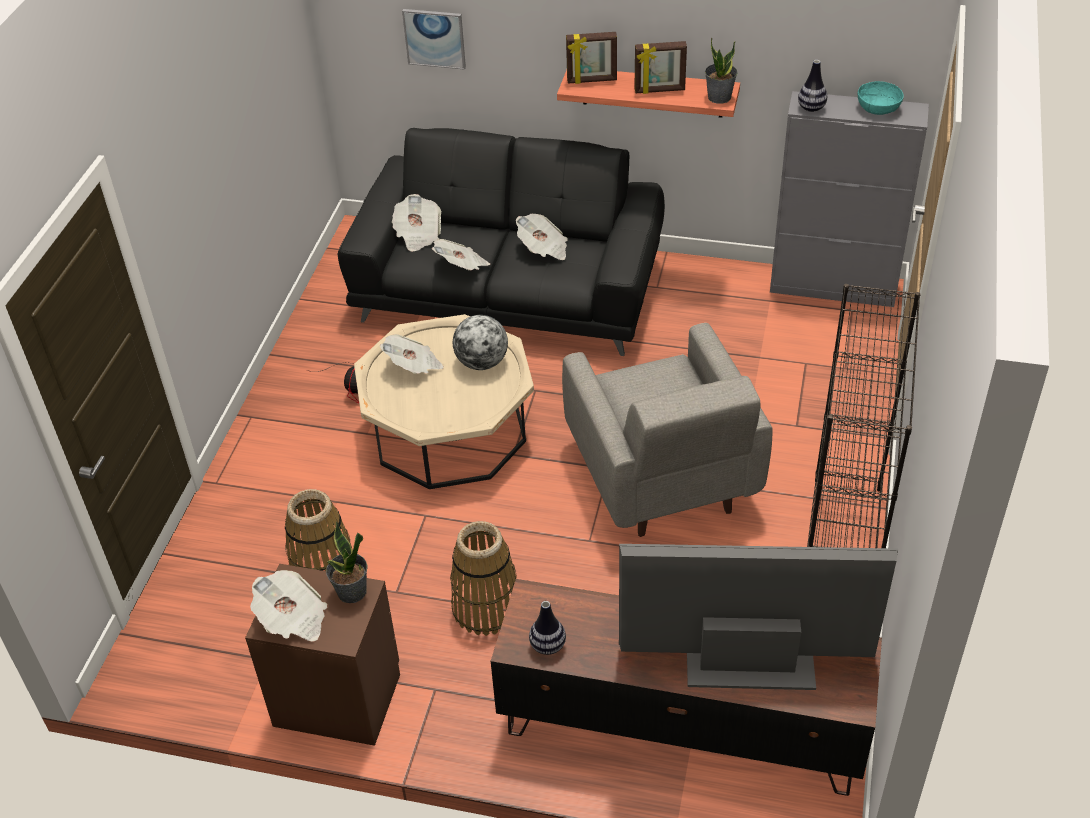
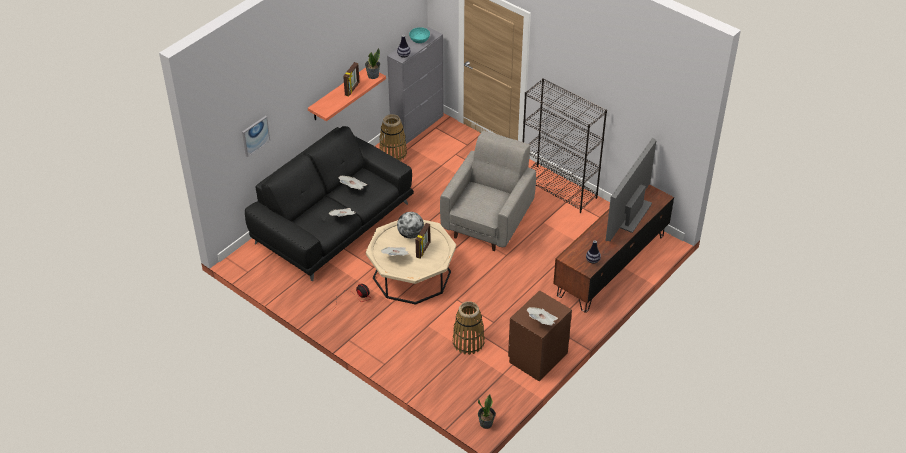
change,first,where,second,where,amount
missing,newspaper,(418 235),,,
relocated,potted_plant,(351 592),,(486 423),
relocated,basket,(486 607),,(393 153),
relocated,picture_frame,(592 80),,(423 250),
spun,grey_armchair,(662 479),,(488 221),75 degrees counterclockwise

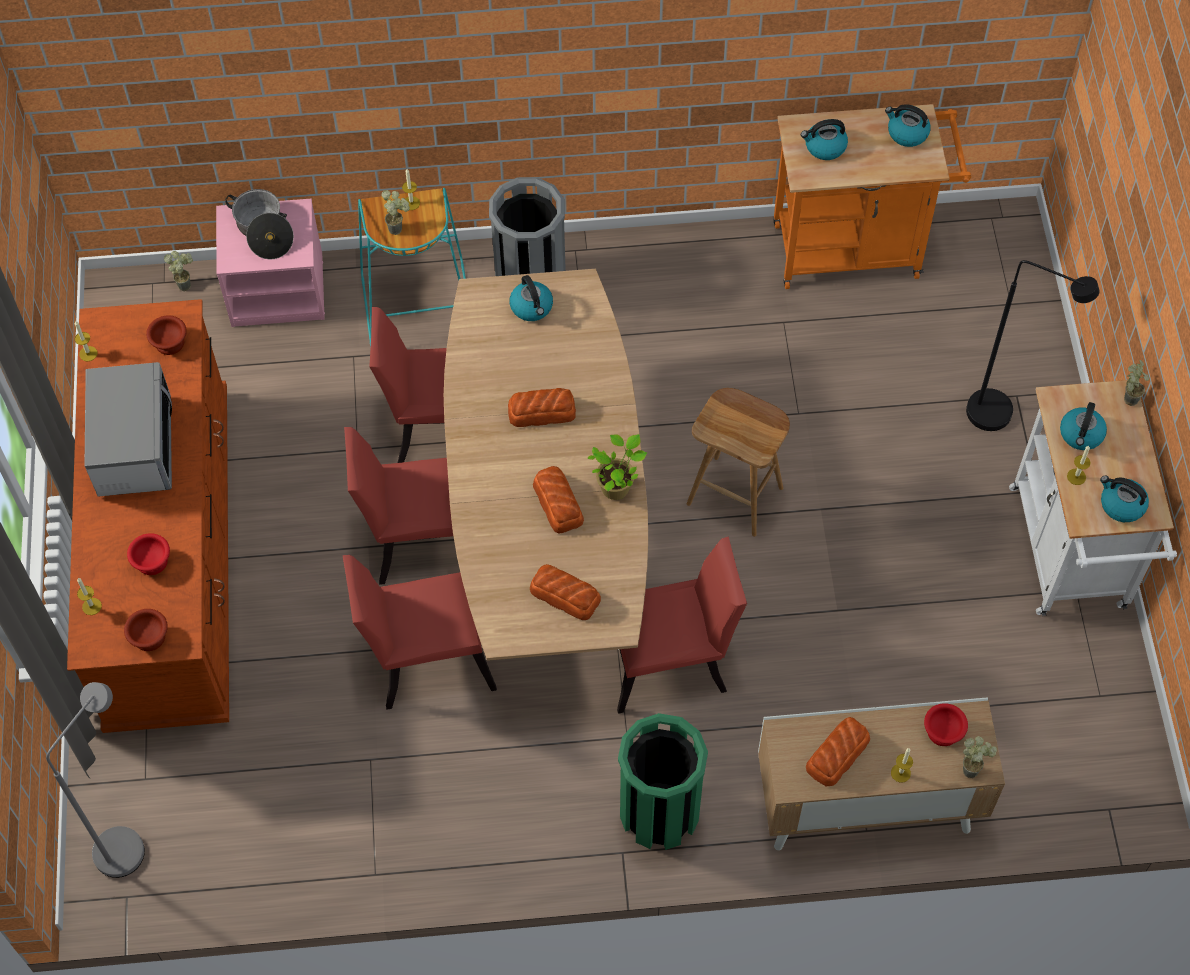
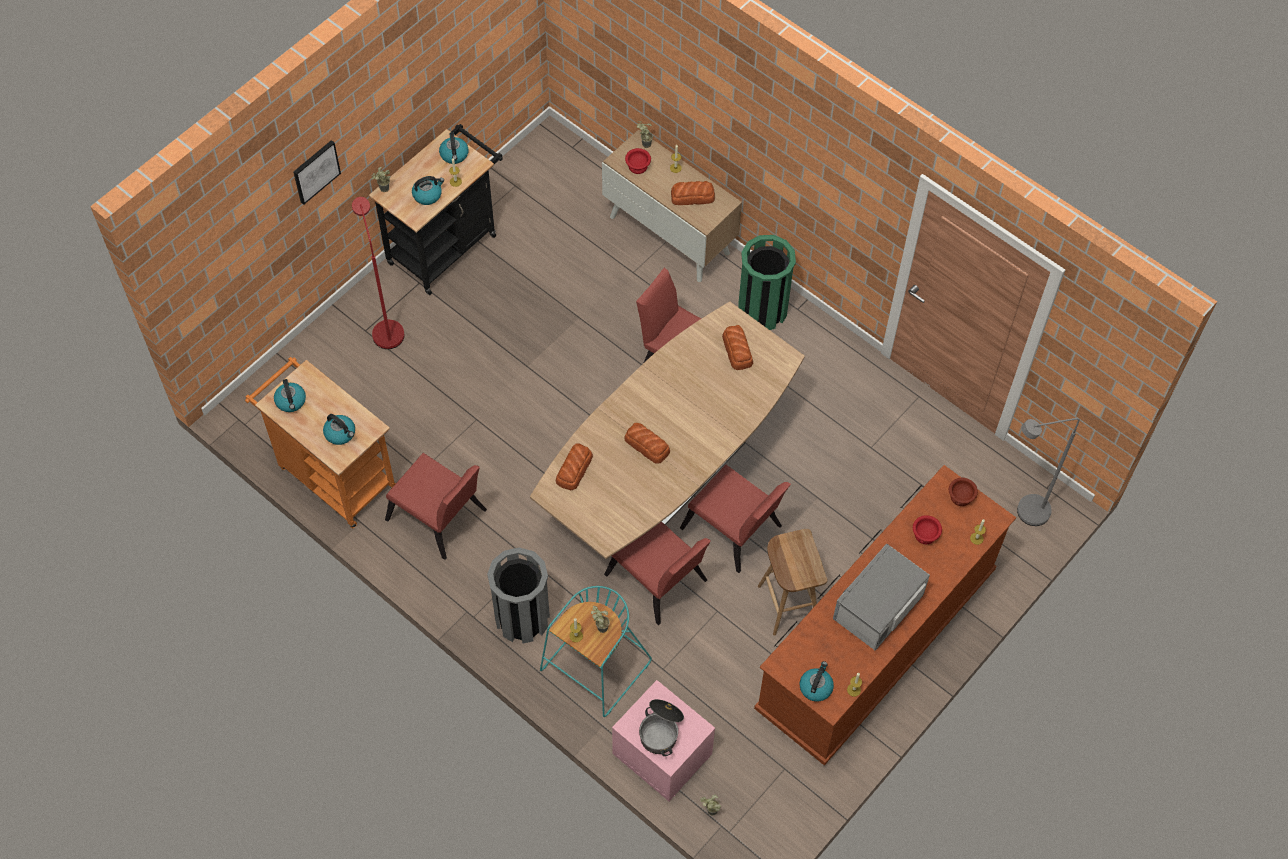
change,first,where,second,where,amount
missing,brown_bowl,(169 344),,,
missing,potted_plant,(616 486),,,
appeared,,,picture,(315 171),
relocated,red_chair,(424 655),,(440 519),
relocated,kettle,(532 307),,(815 687),
relocated,bread,(558 502),,(573 469),
relocated,brown_stool,(736 495),,(787 604),
colour,black_floor_lamp,(1001 417),red_floor_lamp,(386 328),
colour,white_cart,(1070 557),black_cart,(446 244),

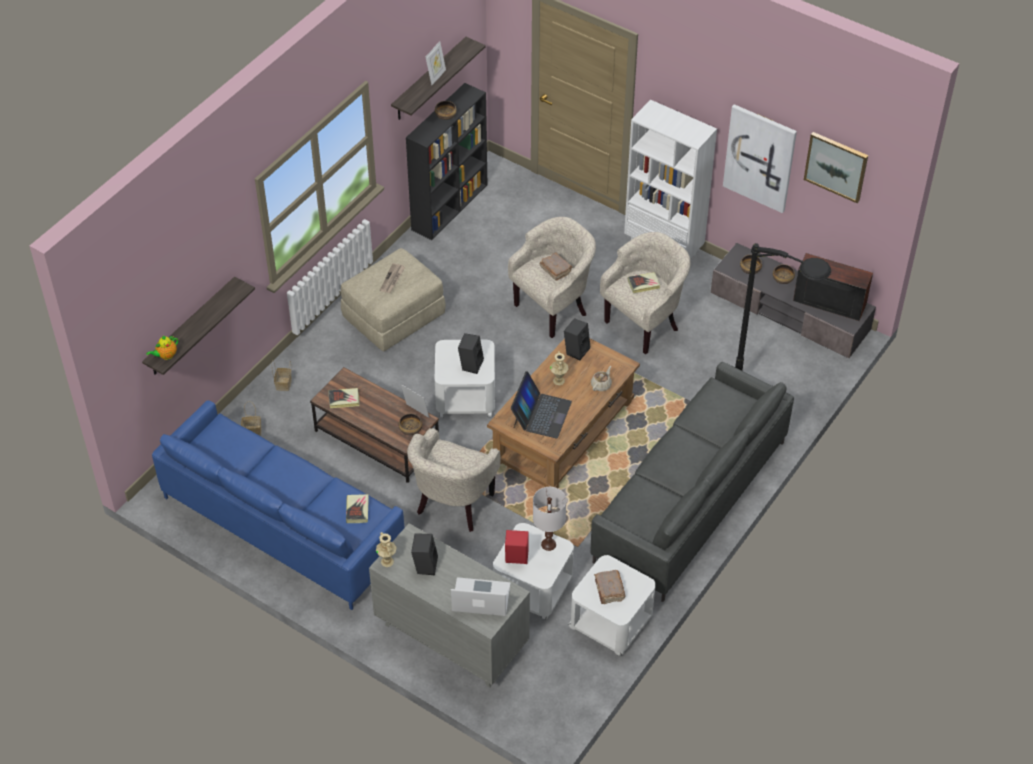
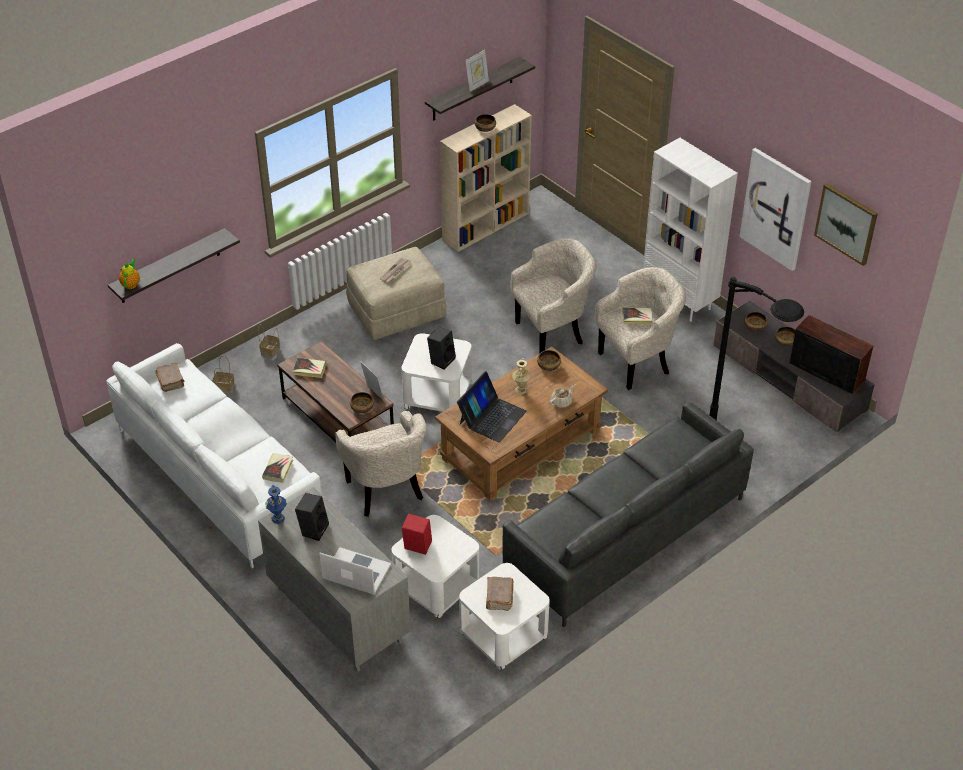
change,first,where,second,where,amount
missing,white_table_lamp,(548 544),,,
relocated,brown_book,(555 270),,(171 381),
exchanged,black_speaker,(576 350),bowl,(548 365),
colour,blue_sofa,(283 523),white_sofa,(219 475),
colour,beige_vase,(387 561),blue_vase,(278 518),
colour,black_bookcase,(450 206),beige_bookcase,(486 226),
spun,teapot,(166 355),,(131 284),120 degrees clockwise
spun,beige_armchair,(453 506),,(386 492),60 degrees counterclockwise

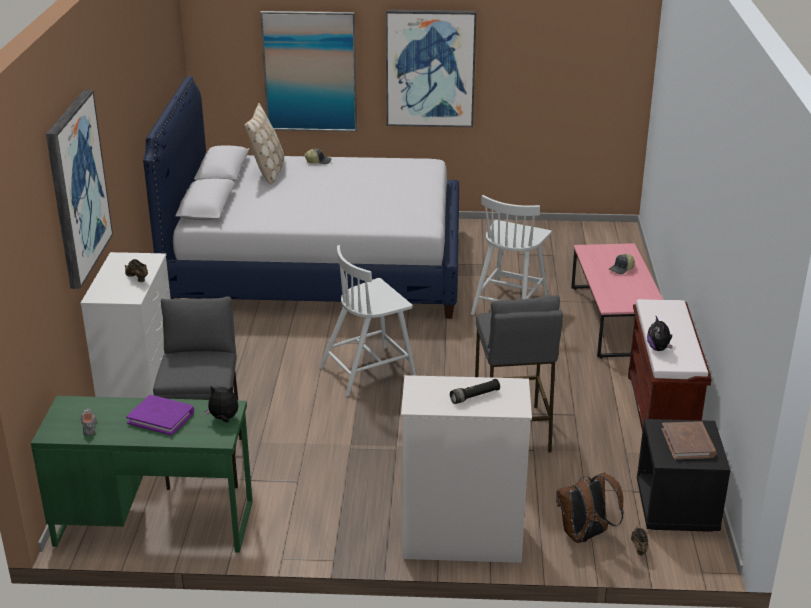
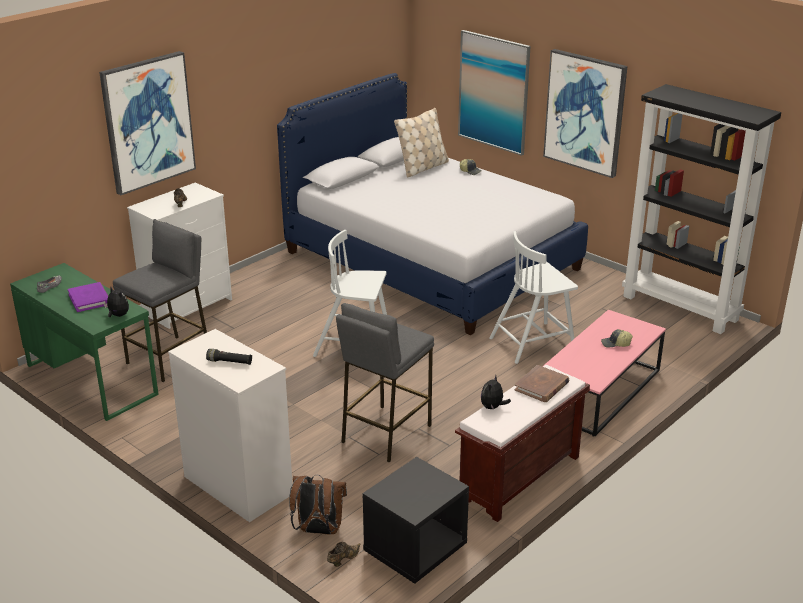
change,first,where,second,where,amount
appeared,,,black_bookcase,(681 308),
relocated,brown_book,(688 443),,(542 386),

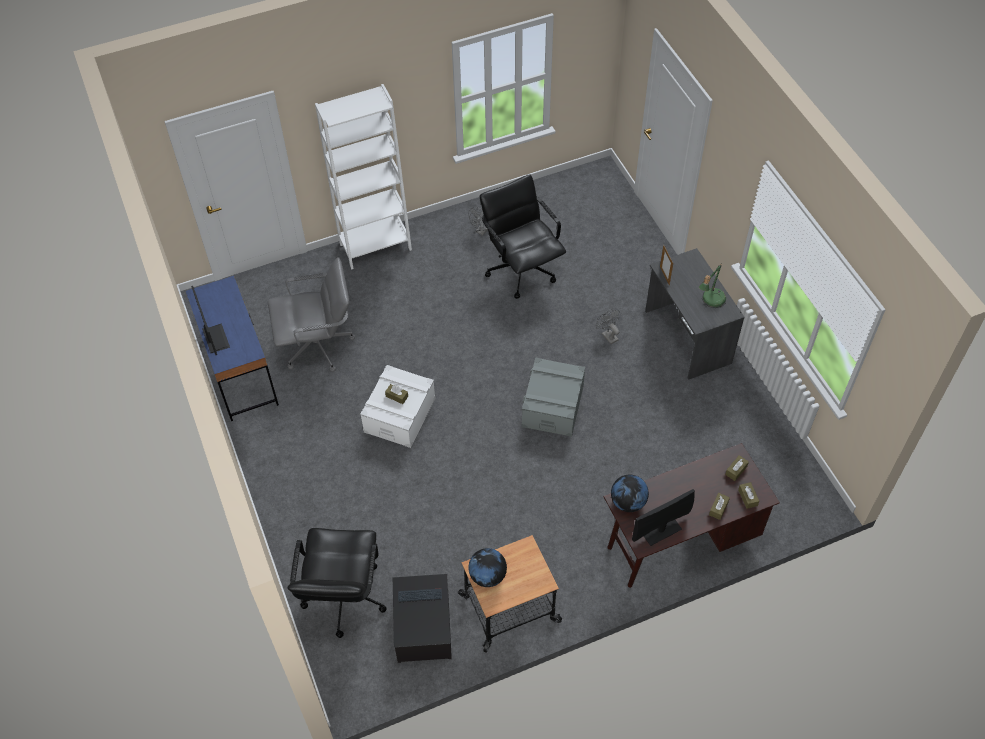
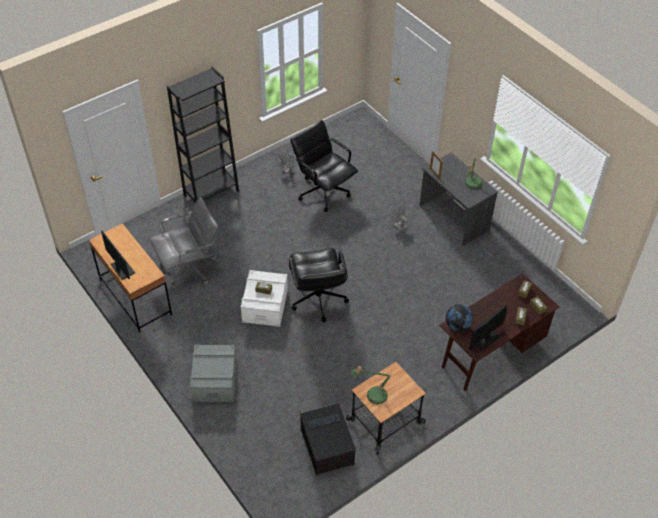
change,first,where,second,where,amount
relocated,black_office_chair,(344 598),,(318 300),
relocated,grey_storage_box,(553 406),,(215 380),
exchanged,globe,(487 576),table_lamp,(373 395),
colour,blue_desk,(240 372),brown_desk,(135 297),
colour,white_bookcase,(375 246),black_bookcase,(211 193),

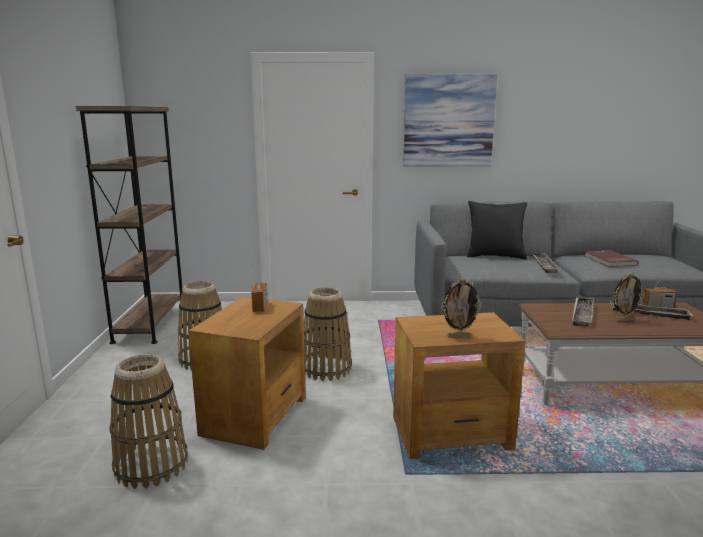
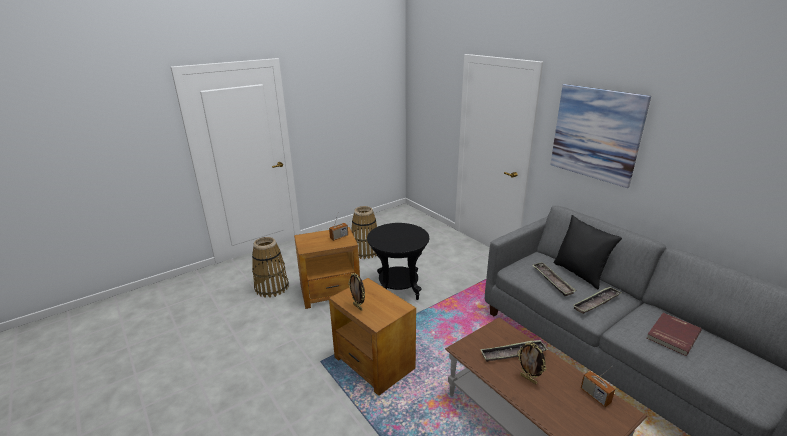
change,first,where,second,where,amount
missing,brown_bookcase,(150 324),,,
relocated,tray,(649 314),,(552 281),
exchanged,basket,(326 369),black_side_table,(398 289),

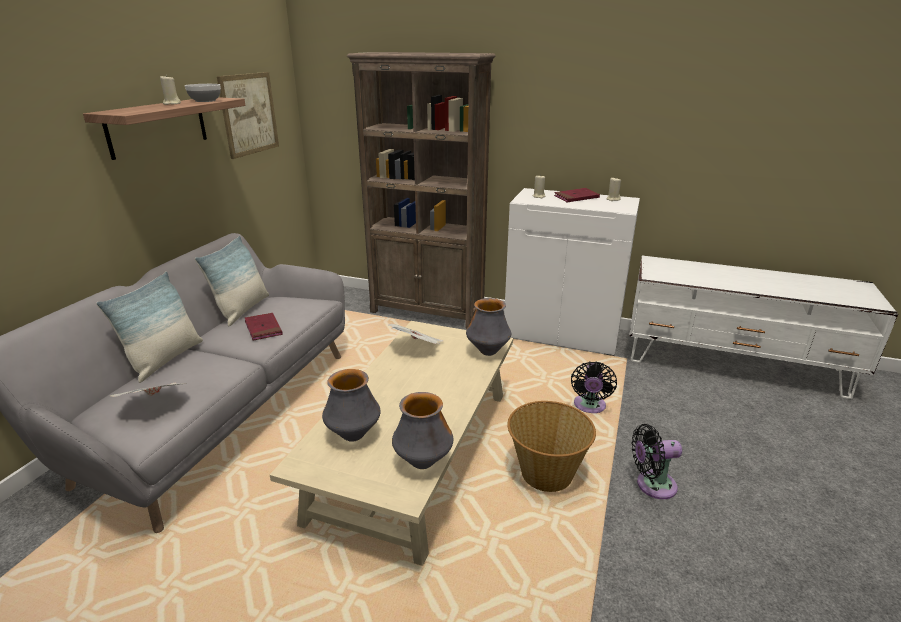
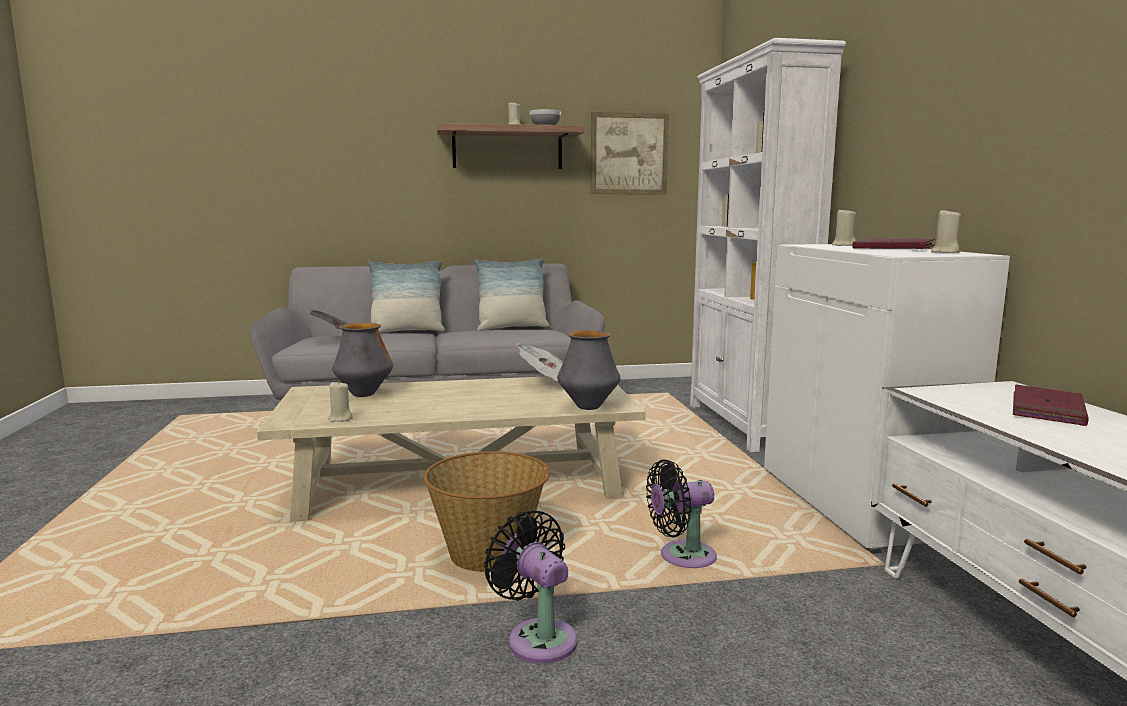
change,first,where,second,where,amount
relocated,red_book,(263 328),,(1047 410),
exchanged,vase,(423 462),beige_candle,(340 419),
colour,brown_bookcase,(427 312),white_bookcase,(745 425),

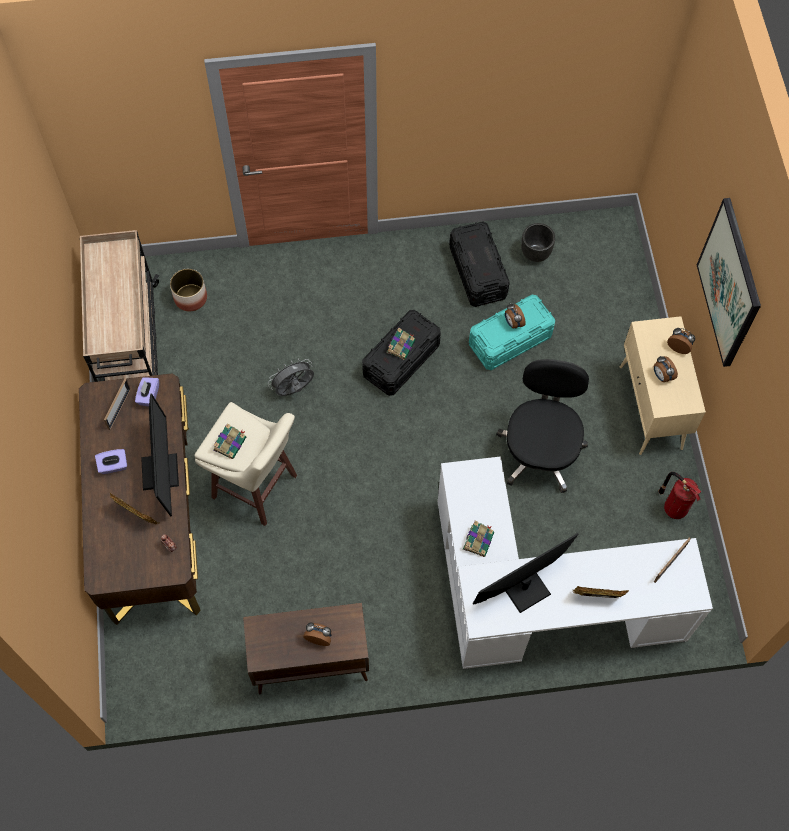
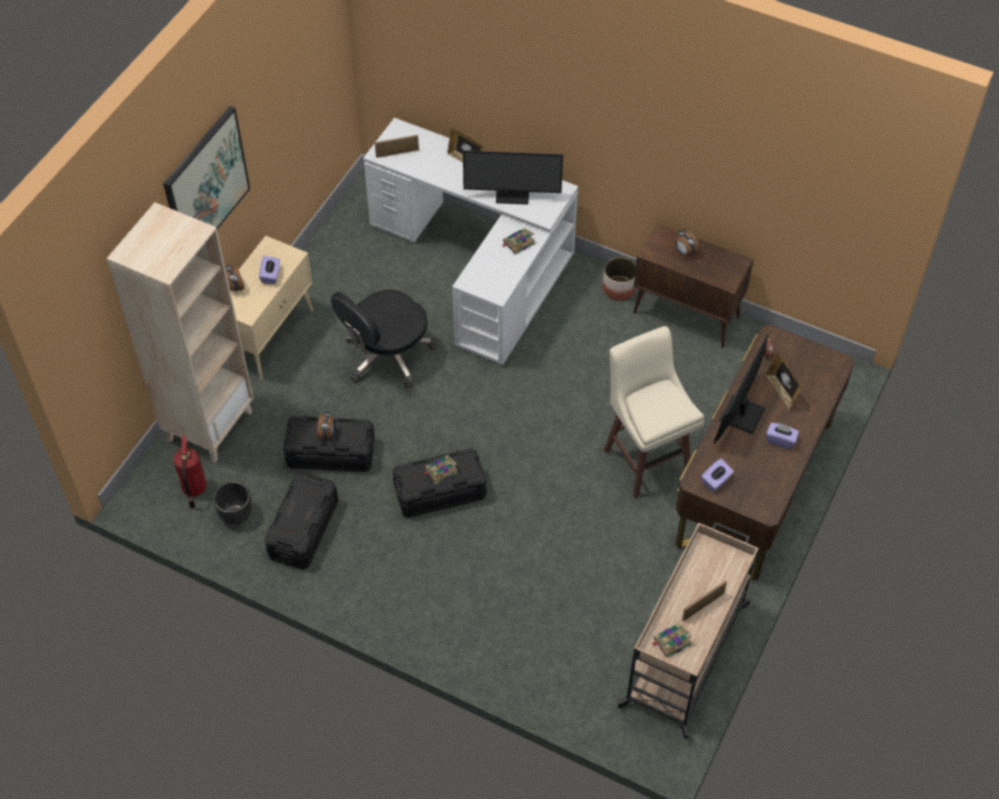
change,first,where,second,where,amount
missing,grey_fan,(294 390),,,
appeared,,,beige_bookcase,(209 425),
relocated,picture_frame,(119 409),,(703 606),
relocated,planter,(190 297),,(618 288),
relocated,book,(230 443),,(671 642),
relocated,fire_extinguisher,(674 507),,(194 489),
exchanged,alarm_clock,(662 376),purple_tissue_box,(271 275),
colour,turquoise_storage_box,(510 340),black_storage_box,(330 453),

